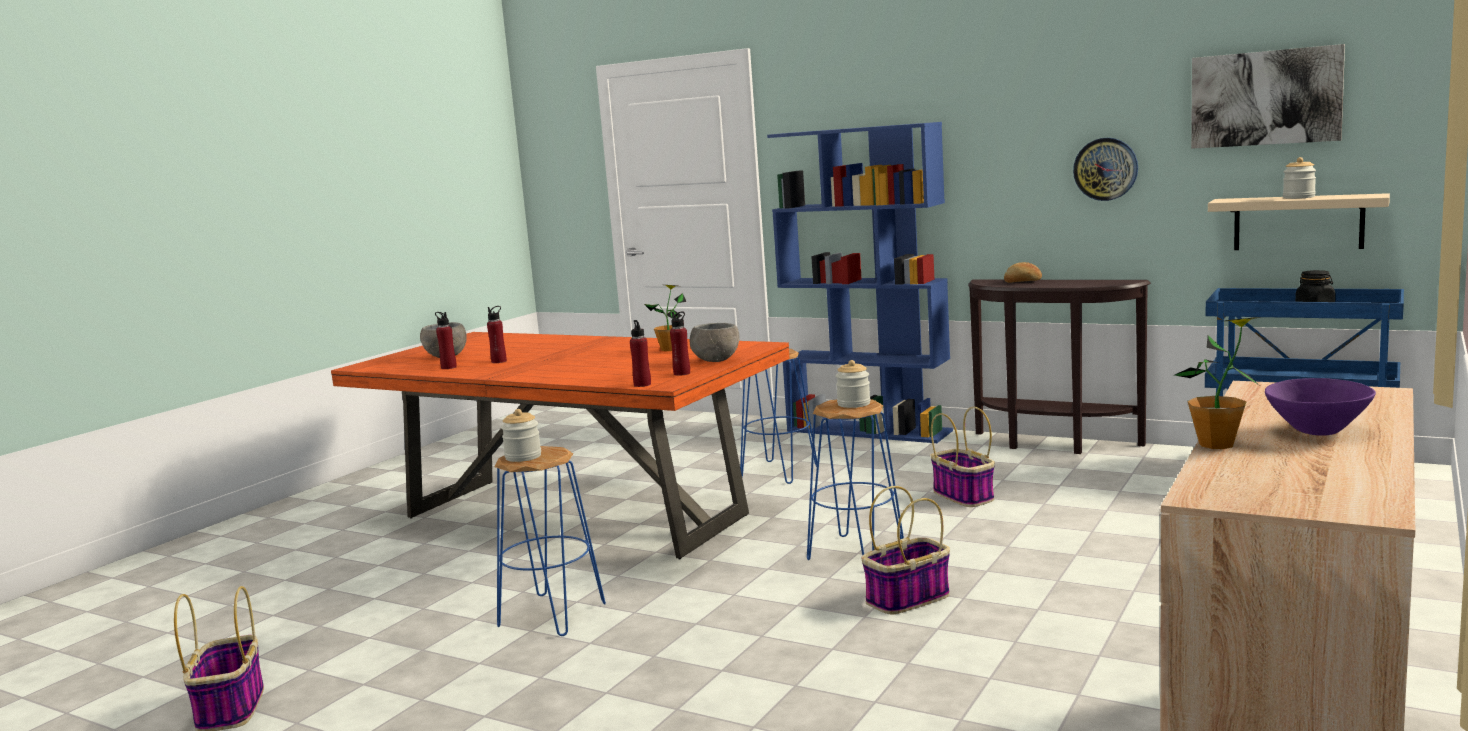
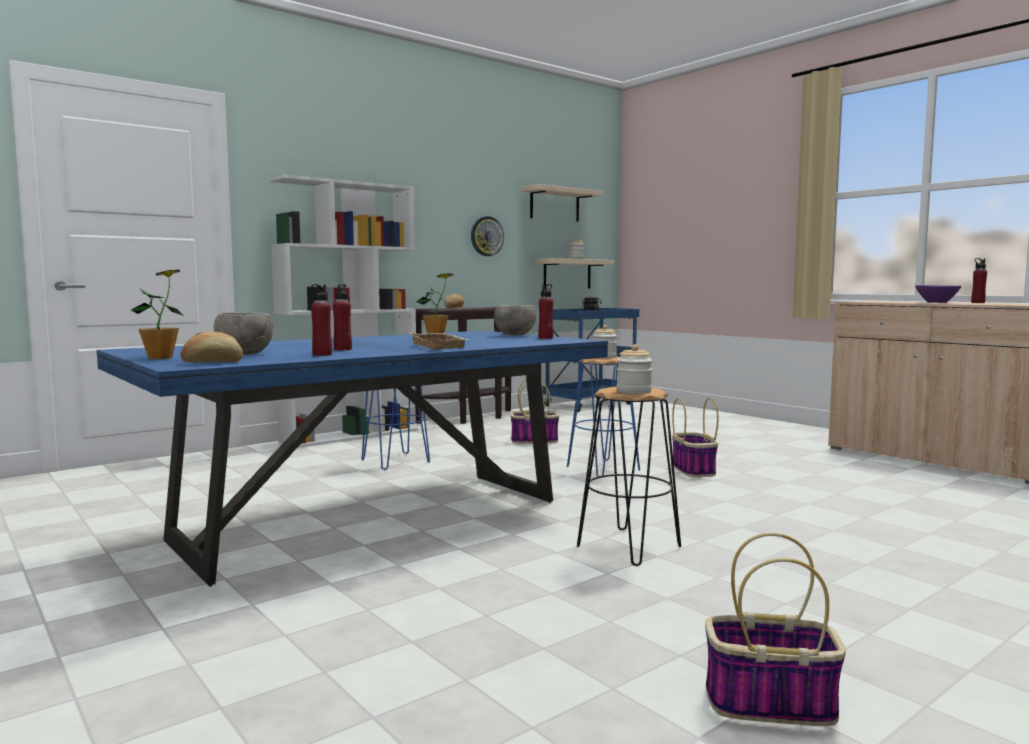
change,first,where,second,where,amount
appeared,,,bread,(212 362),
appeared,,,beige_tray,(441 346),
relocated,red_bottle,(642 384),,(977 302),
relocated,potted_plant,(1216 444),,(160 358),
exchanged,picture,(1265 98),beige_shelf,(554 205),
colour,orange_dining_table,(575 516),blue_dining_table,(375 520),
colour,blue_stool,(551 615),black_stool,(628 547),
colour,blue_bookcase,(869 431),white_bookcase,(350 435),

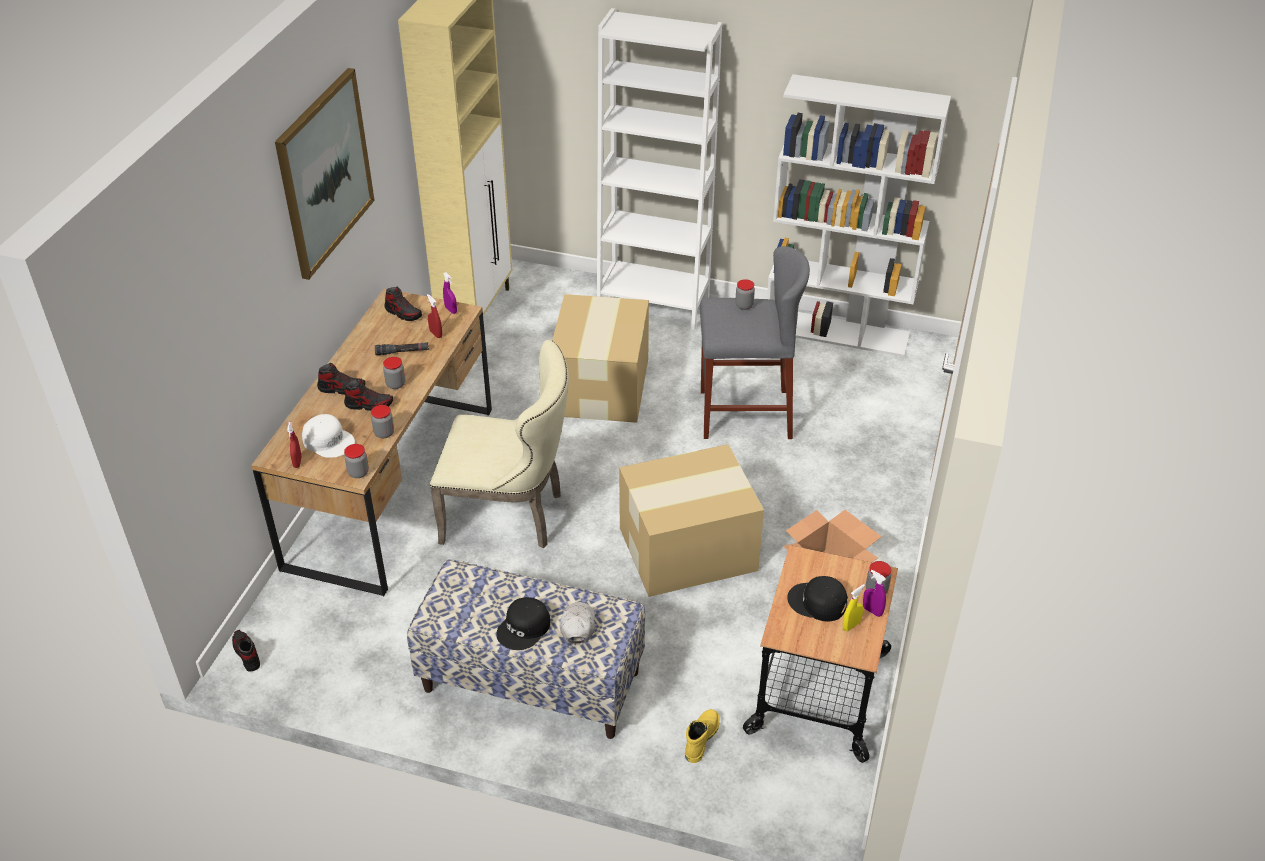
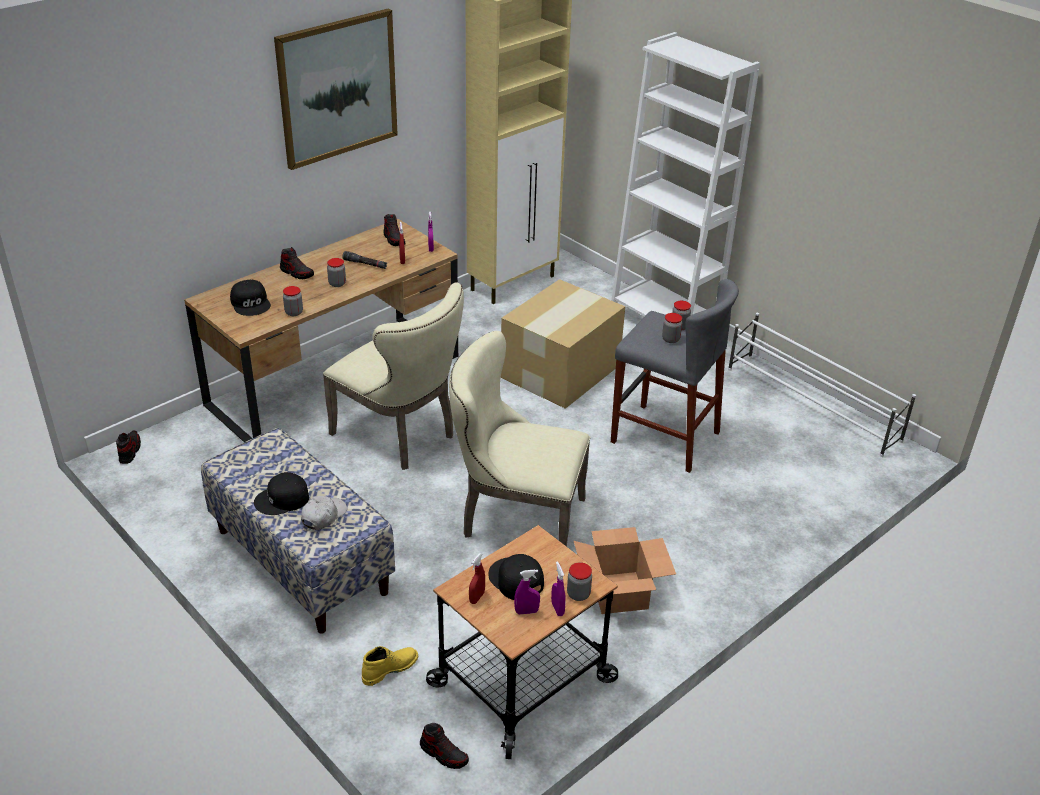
change,first,where,second,where,amount
relocated,red_spray_bottle,(297 462),,(477 597),
relocated,shoe,(369 404),,(444 754),
relocated,jar,(358 472),,(670 339),
exchanged,cardboard_box,(685 549),beige_chair,(515 519),
exchanged,white_bookcase,(837 332),white_shoe_rack,(812 405),
colour,white_cap,(329 440),black_cap,(251 303),
colour,yellow_spray_bottle,(851 625),purple_spray_bottle,(526 611),

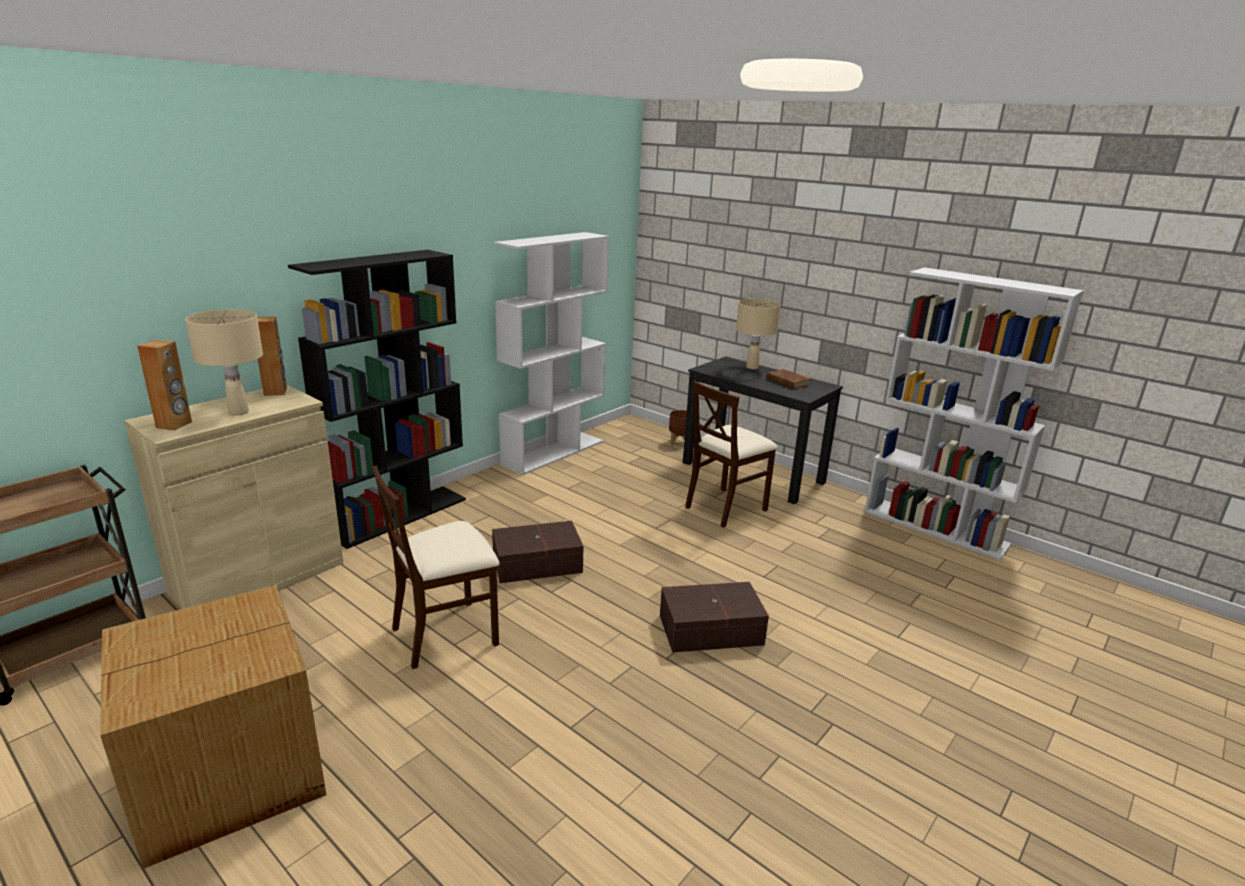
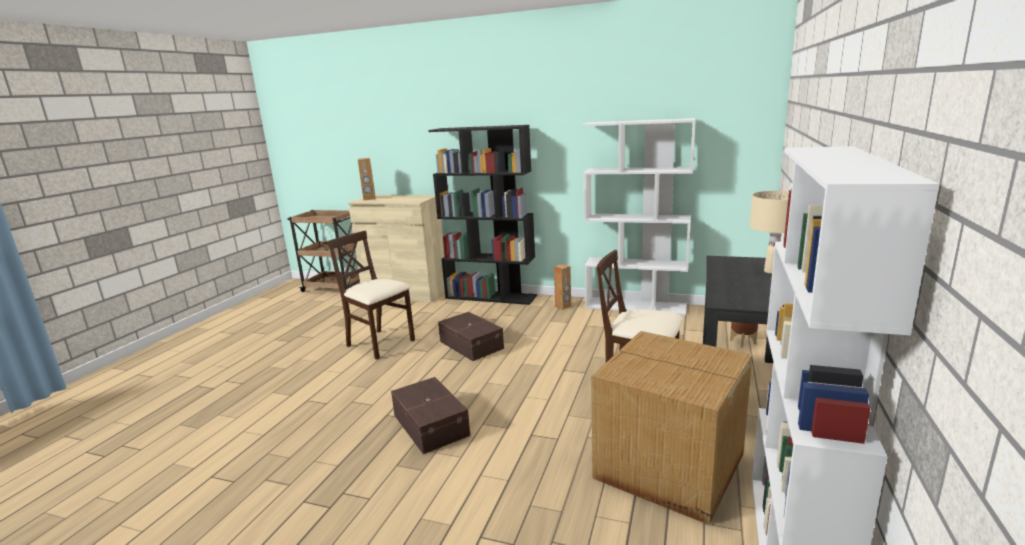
change,first,where,second,where,amount
missing,beige_table_lamp,(239 412),,,
missing,brown_book,(788 382),,,
relocated,cardboard_box,(232 773),,(670 467),
relocated,brown_speaker,(276 391),,(563 306),

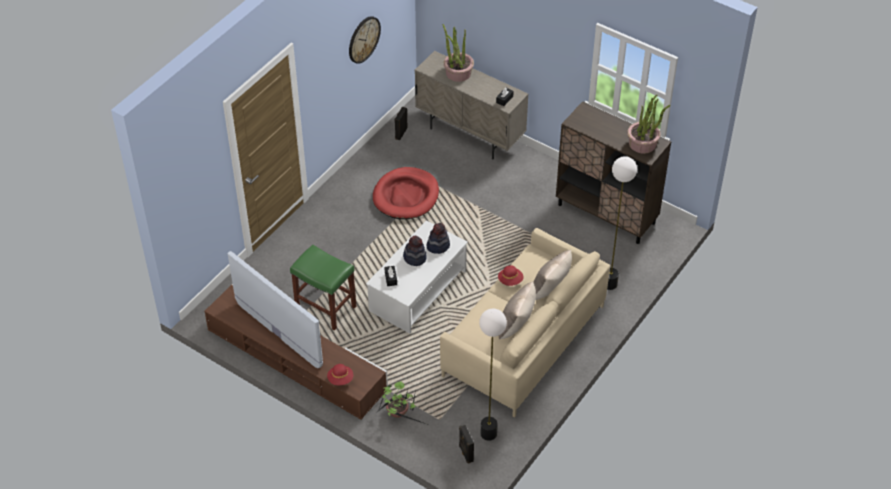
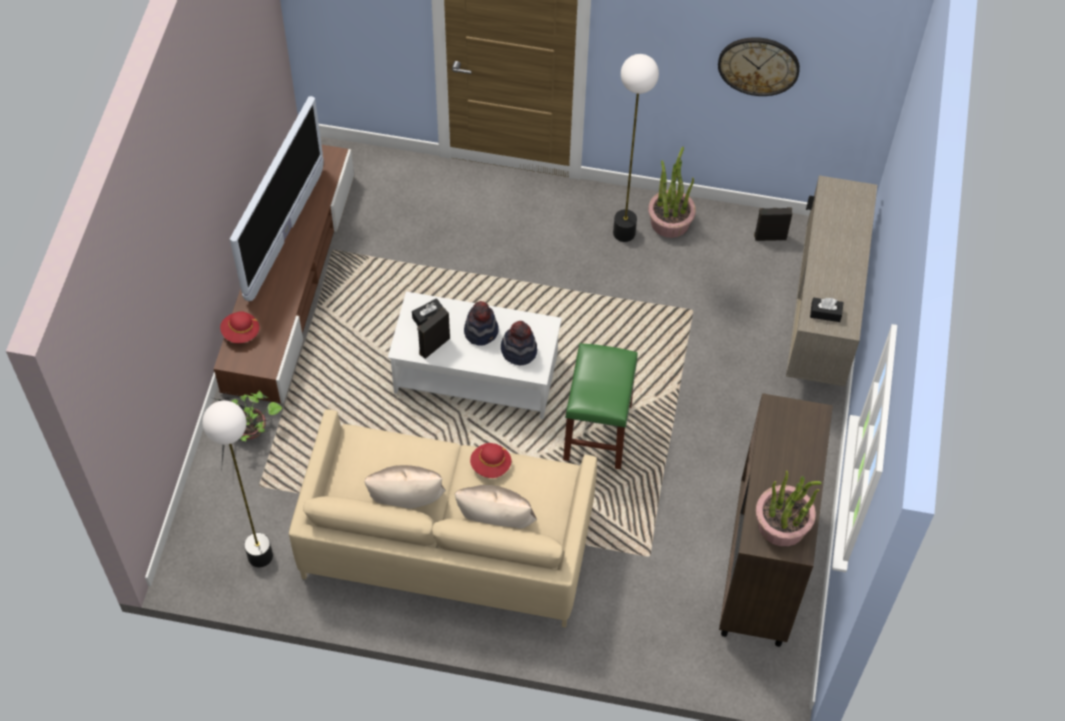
change,first,where,second,where,amount
missing,red_dog_bed,(406 196),,,
relocated,green_stool,(325 308),,(597 431),
relocated,potted_plant,(458 73),,(670 221),
relocated,black_speaker,(465 453),,(433 345),
relocated,floor_lamp,(609 284),,(623 232),

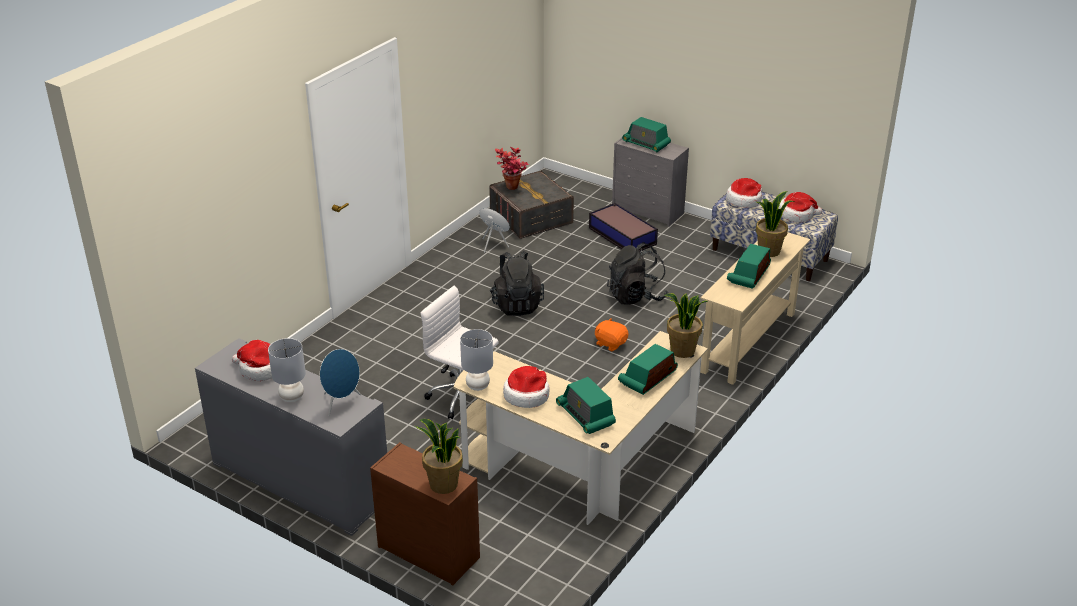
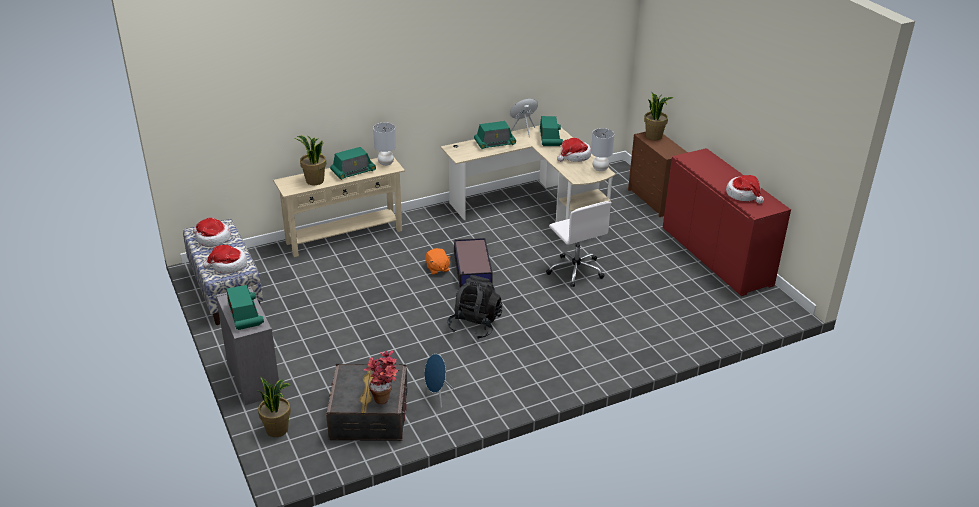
change,first,where,second,where,amount
missing,black_backpack,(636 296),,,
relocated,grey_table_lamp,(292 397),,(385 163),
relocated,blue_speaker,(341 403),,(523 131),
relocated,storage_box,(622 235),,(472 270),
relocated,potted_plant,(682 351),,(277 429),
colour,grey_cabinet,(300 481),red_cabinet,(716 256),

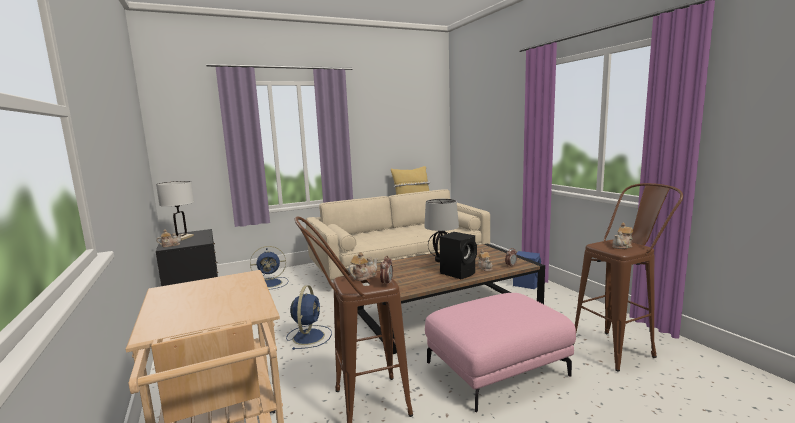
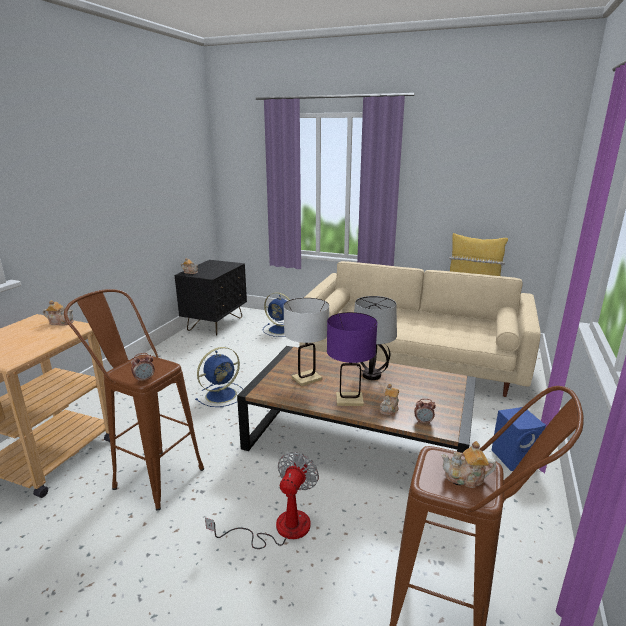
change,first,where,second,where,amount
relocated,white_table_lamp,(182 238),,(306 378),
relocated,teapot,(363 276),,(61 322),
exchanged,pink_ottoman,(497 371),fan,(280 528),
exchanged,black_speaker,(458 273),purple_table_lamp,(349 400),

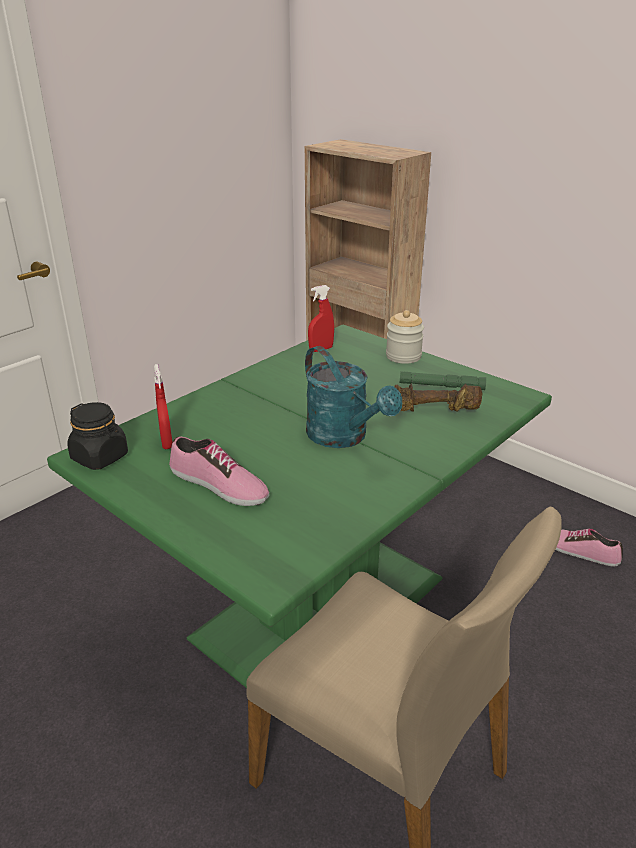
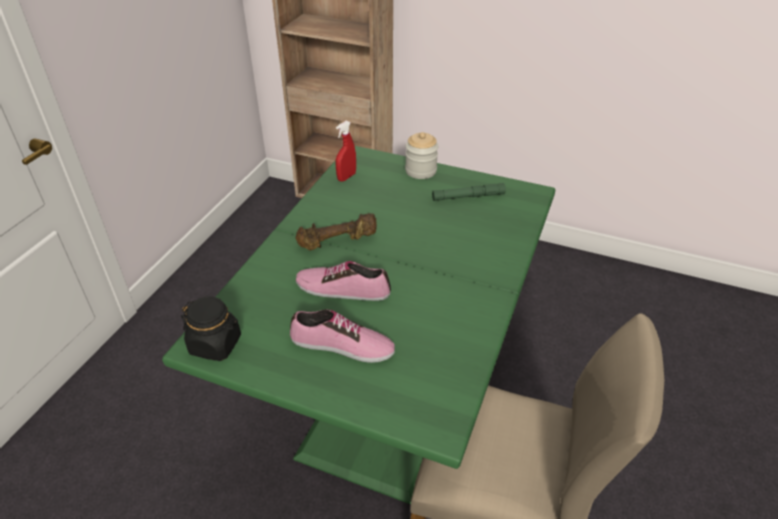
change,first,where,second,where,amount
missing,red_spray_bottle,(166 442),,,
missing,turquoise_watering_can,(344 437),,,
relocated,brown_dumbbell,(434 411),,(338 242),
relocated,shoe,(579 550),,(343 288),

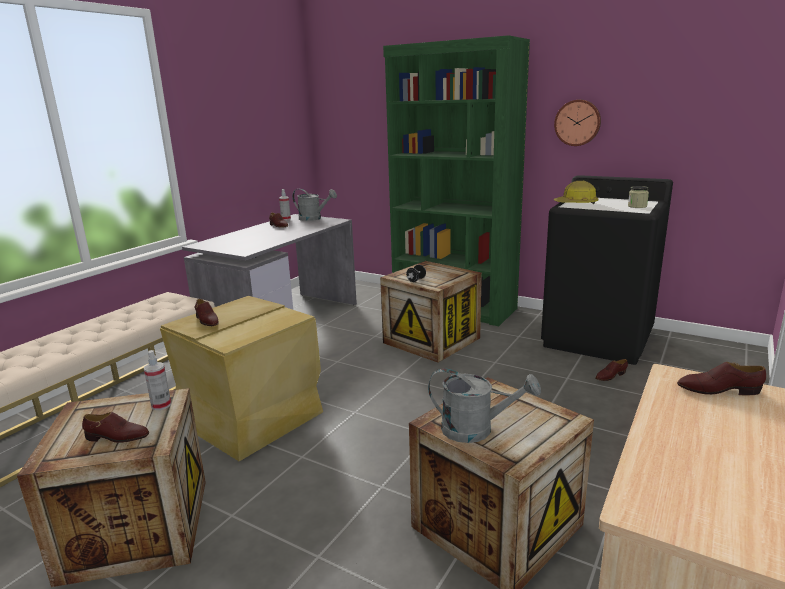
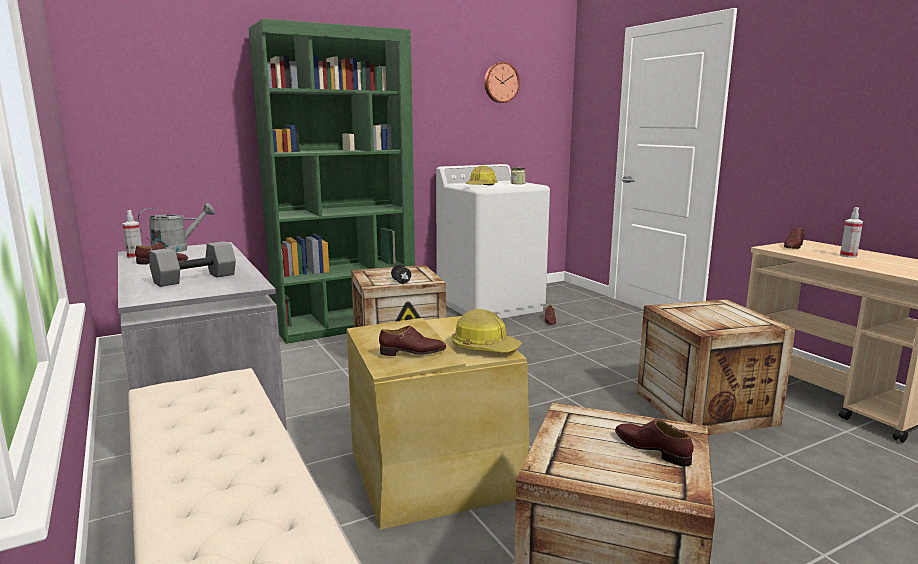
change,first,where,second,where,amount
missing,grey_watering_can,(476 430),,,
appeared,,,grey_dumbbell,(195 278),
appeared,,,hard_hat,(484 347),
relocated,spray_bottle,(161 405),,(848 256),
relocated,wall_clock,(577 122),,(500 82),
colour,black_washing_machine,(598 338),white_washing_machine,(490 306),
spun,brown_shoe,(117 437),,(652 449),75 degrees counterclockwise

